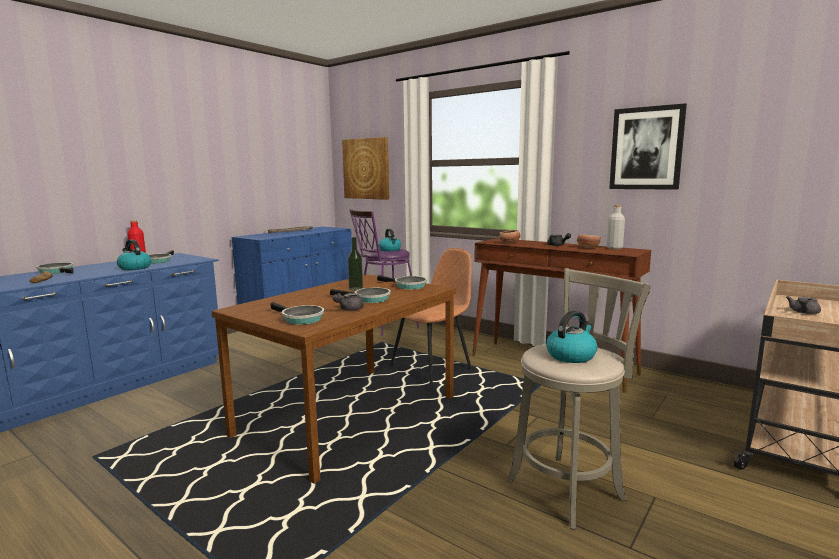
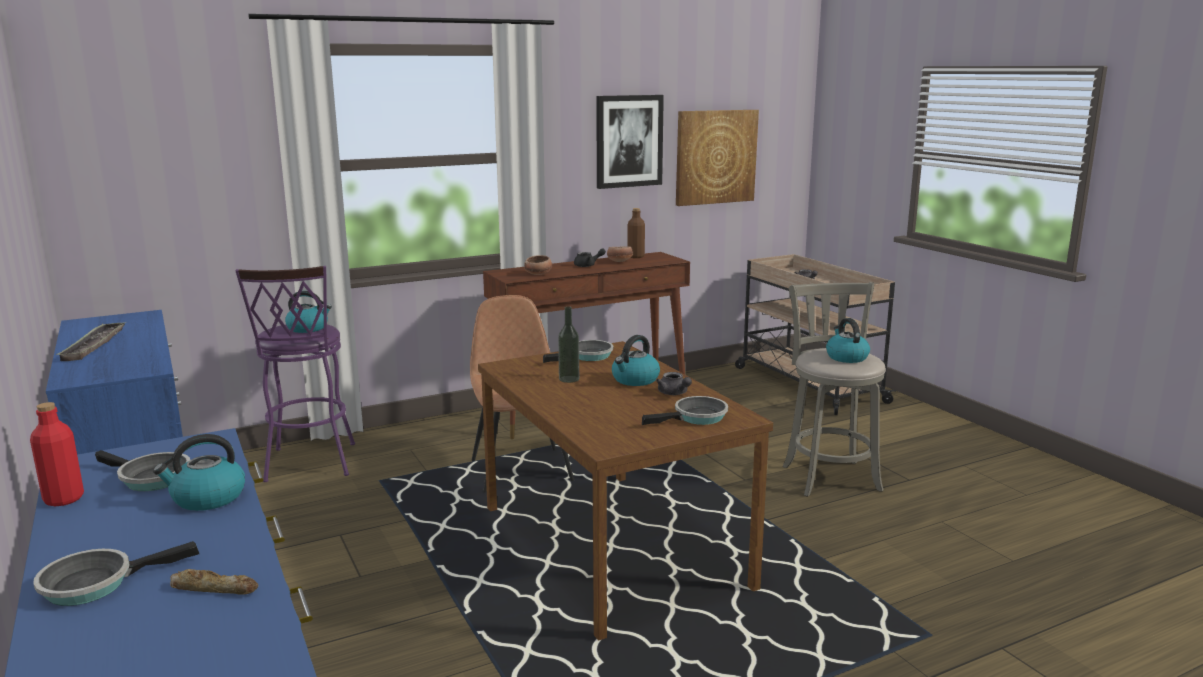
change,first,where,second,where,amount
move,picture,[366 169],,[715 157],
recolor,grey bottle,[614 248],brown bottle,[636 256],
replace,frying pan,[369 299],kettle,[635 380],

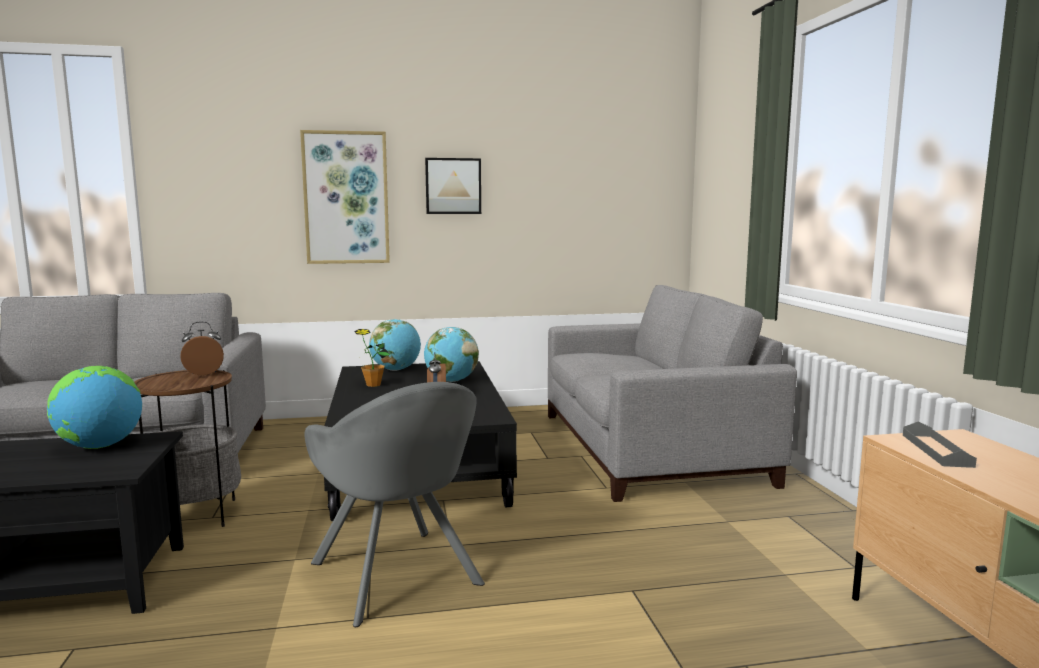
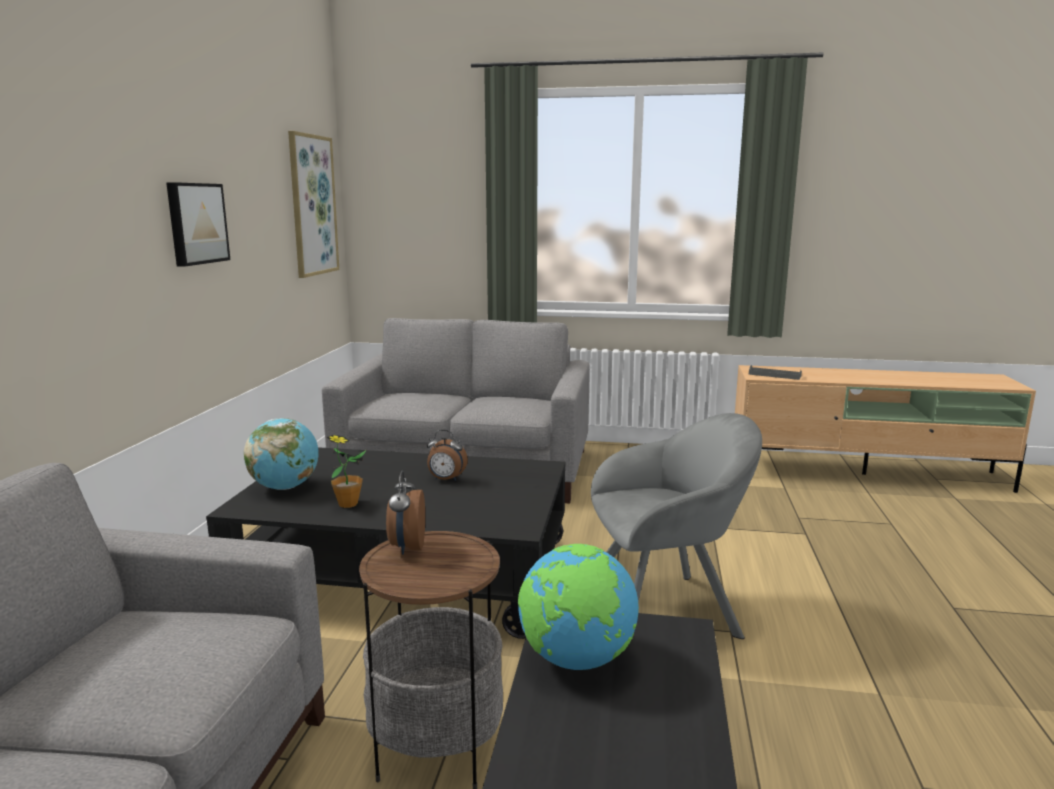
change,first,where,second,where,amount
move,picture,[346 198],,[312 205],
delete,globe,[451 381],,,

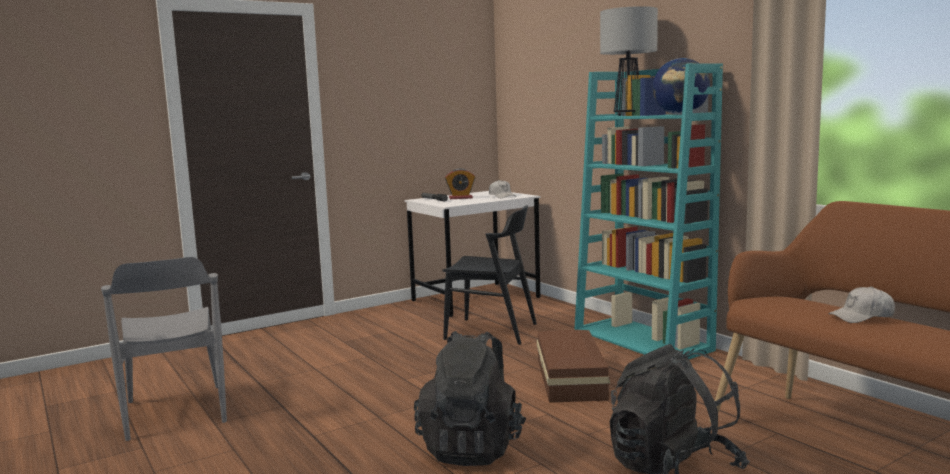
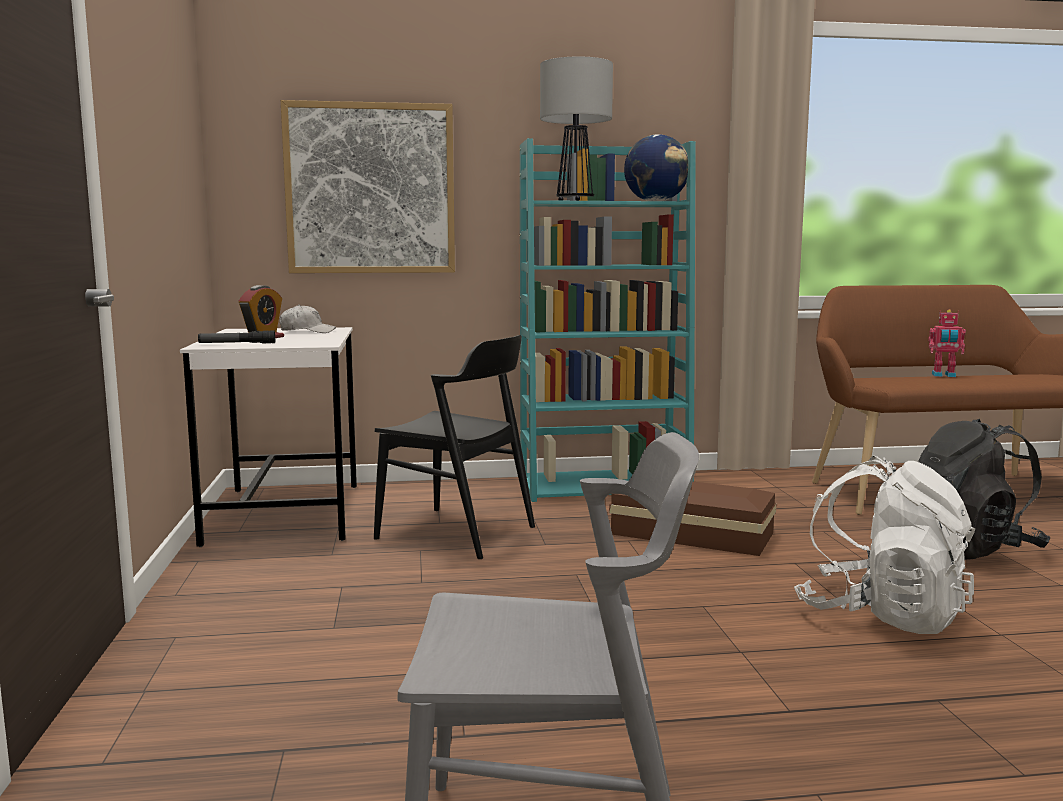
change,first,where,second,where,amount
rotate,black chair,[491 331],,[456 532],75 degrees clockwise
replace,white cap,[862 316],toy robot,[944 375],
recolor,black backpack,[472 448],white backpack,[882 615],
insert,,,picture,[370 189],

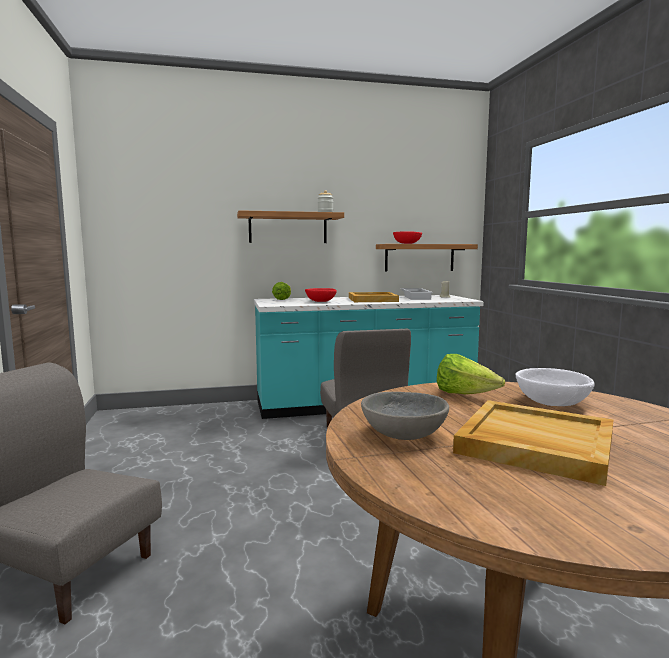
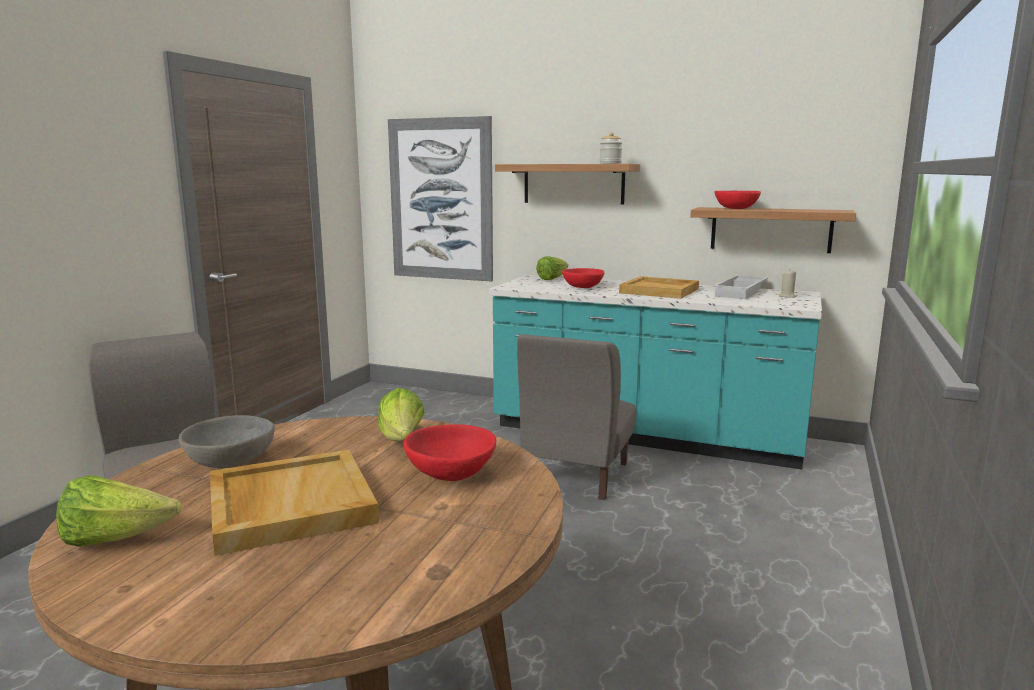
change,first,where,second,where,amount
recolor,white bowl,[552 403],red bowl,[451 474],
insert,,,picture,[441 200],
insert,,,lettuce,[116 539],

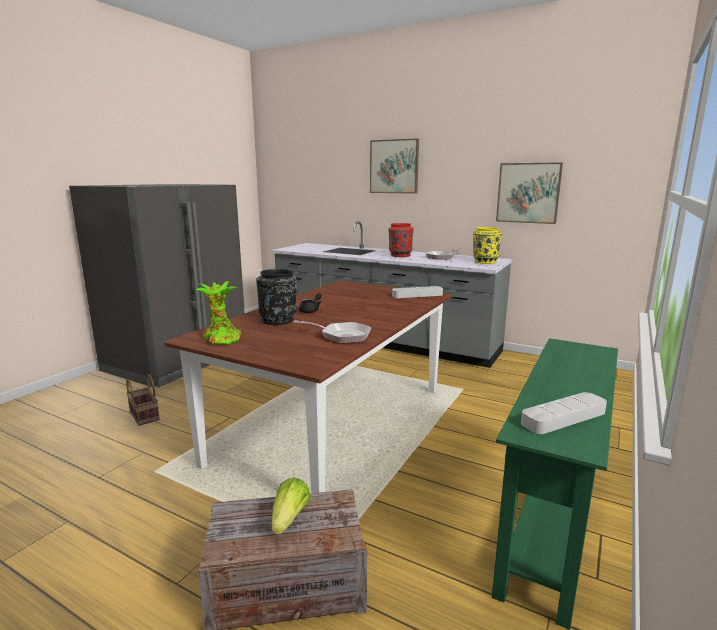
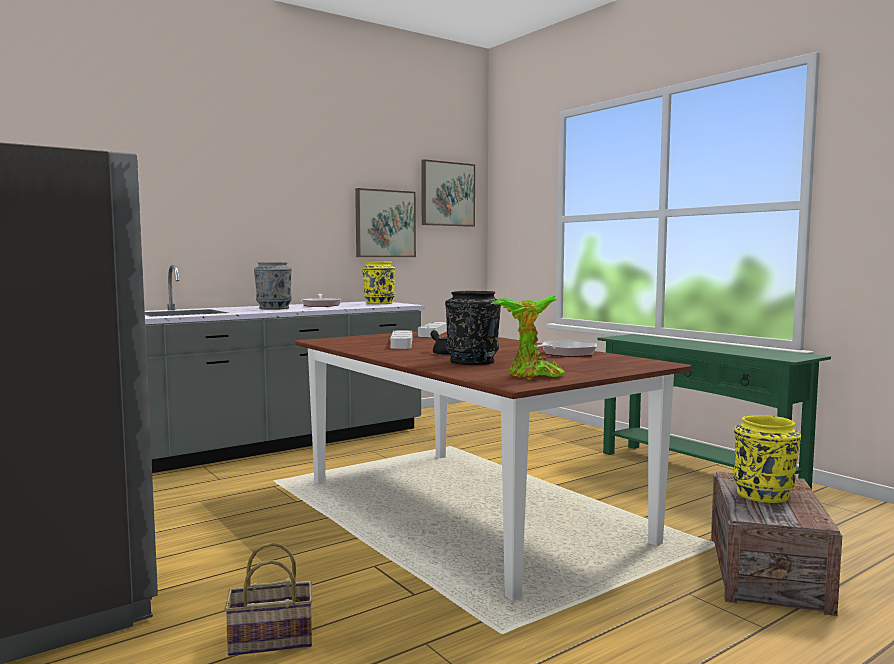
change,first,where,second,where,amount
move,picture,[394 166],,[447 194],
recolor,red vase,[400 255],grey vase,[274 308],
move,grey tray,[563 417],,[401 343],
replace,lettuce,[290 519],yellow vase,[763 494],

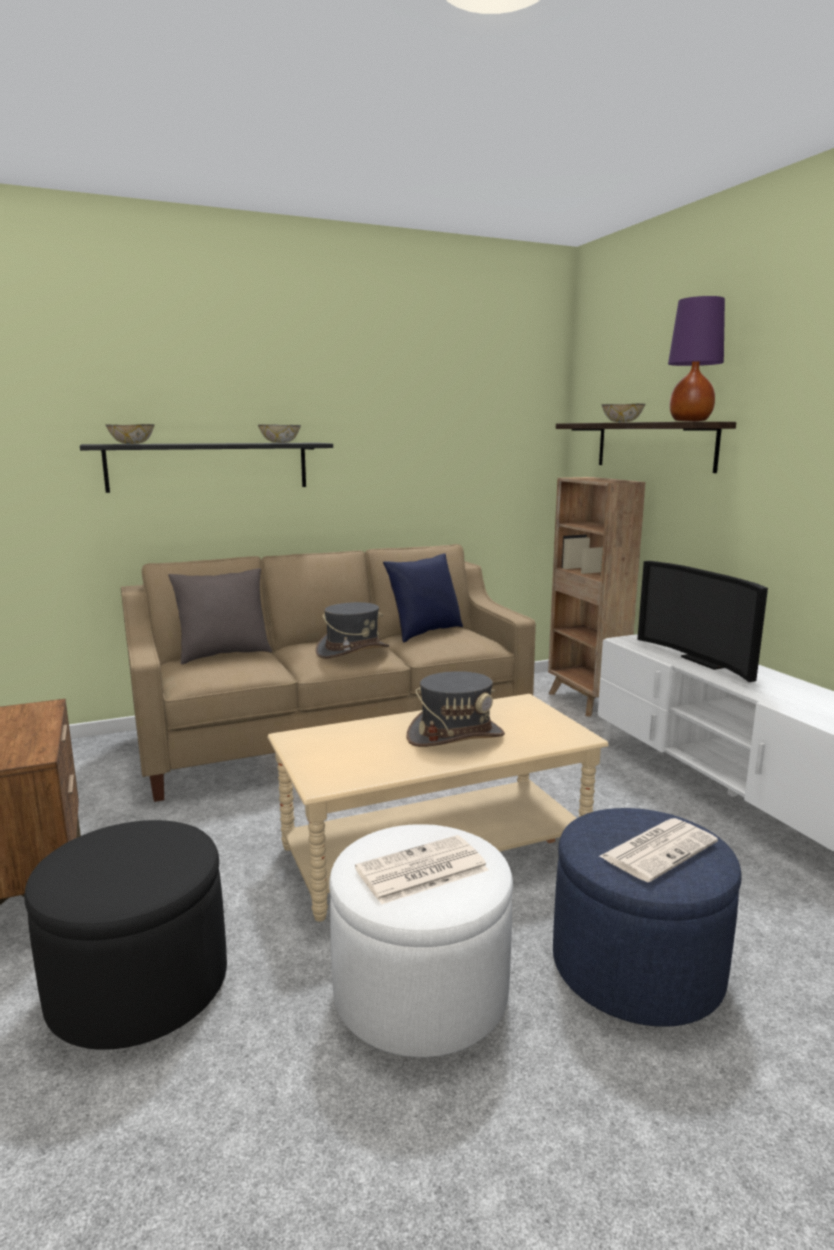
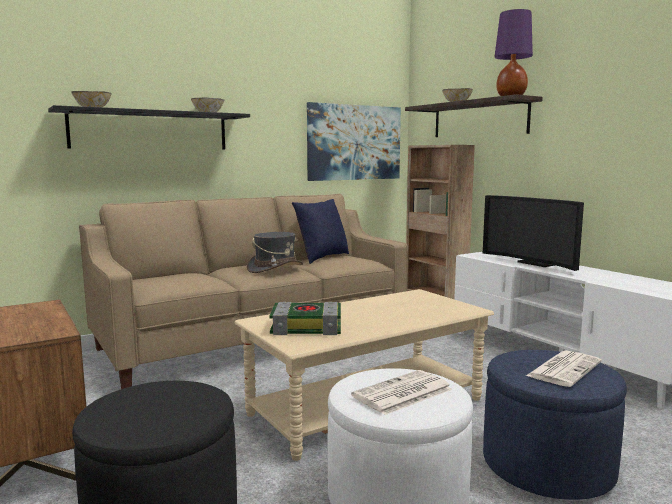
change,first,where,second,where,amount
delete,grey pillow,[224 655],,,
delete,grey hat,[455 736],,,
insert,,,picture,[354 142],
insert,,,book,[308 327],

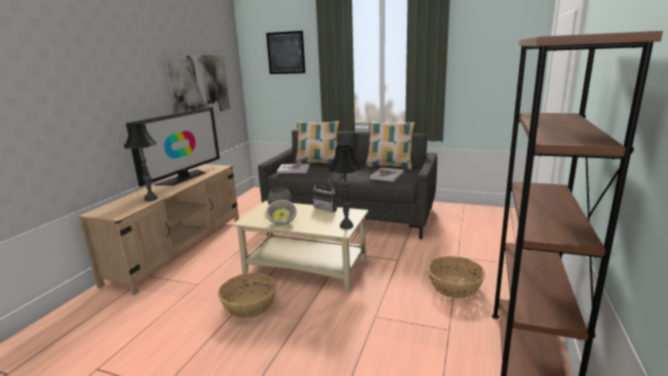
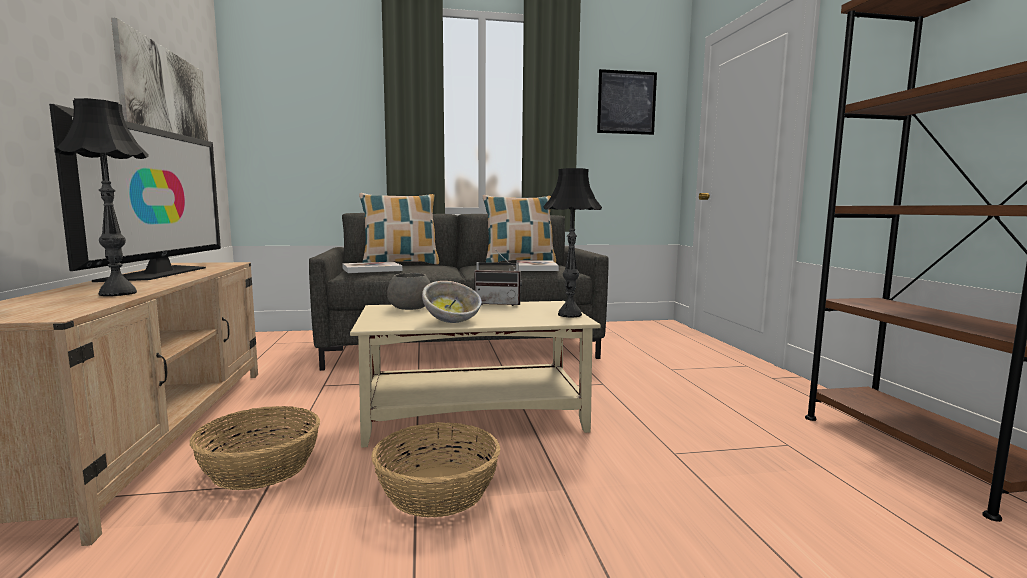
change,first,where,second,where,amount
move,picture,[286 53],,[626 102],
move,basket,[454 286],,[261 467],

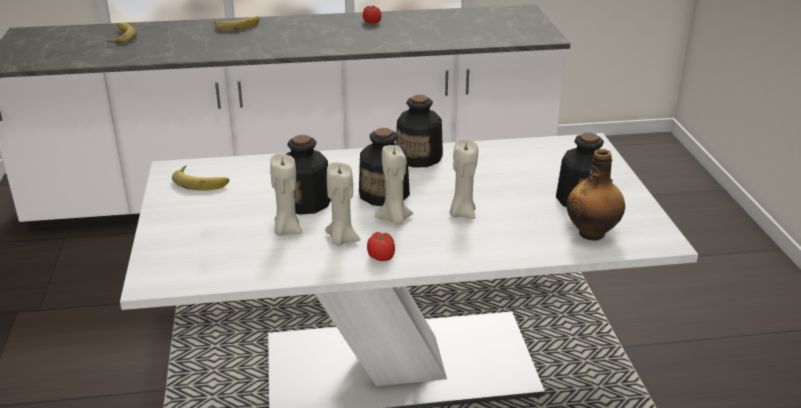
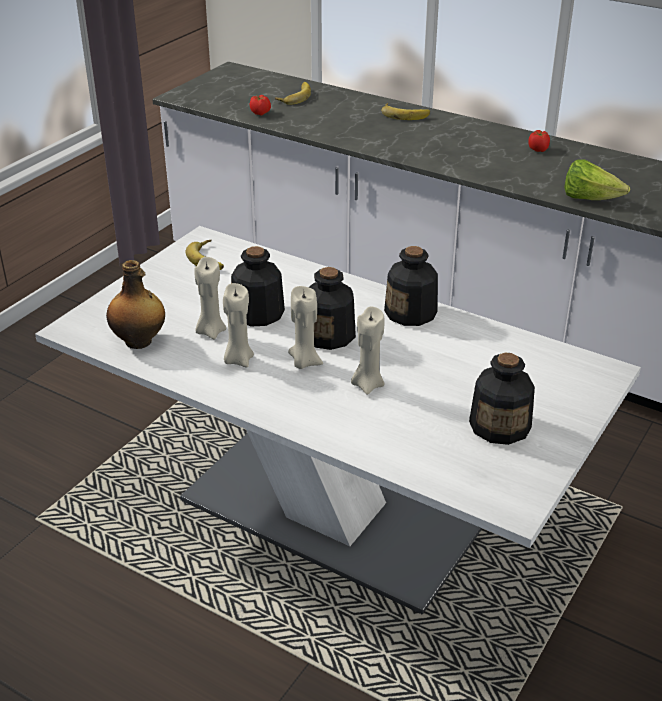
change,first,where,second,where,amount
move,bottle,[592 233],,[139 341],
move,tomato,[381 257],,[260 113],
insert,,,lettuce,[589 199],

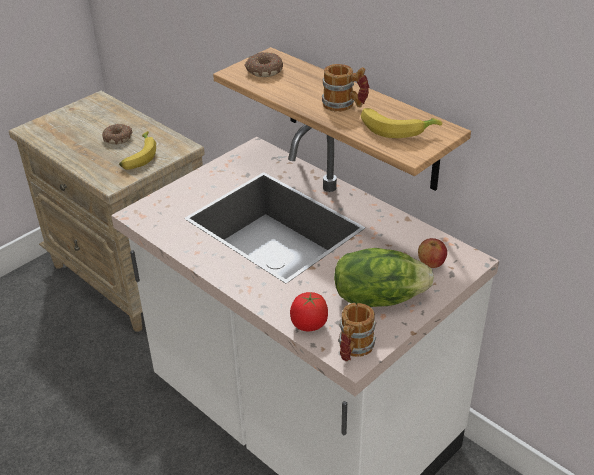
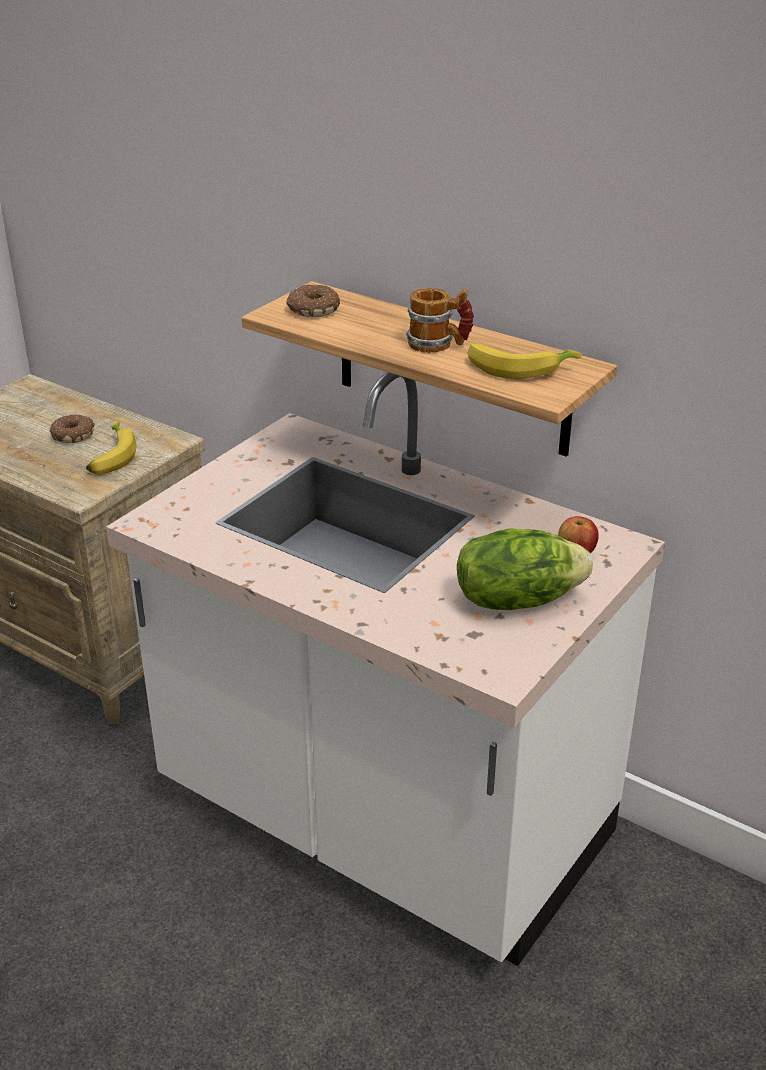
change,first,where,second,where,amount
delete,tomato,[309 325],,,
delete,mug,[353 349],,,

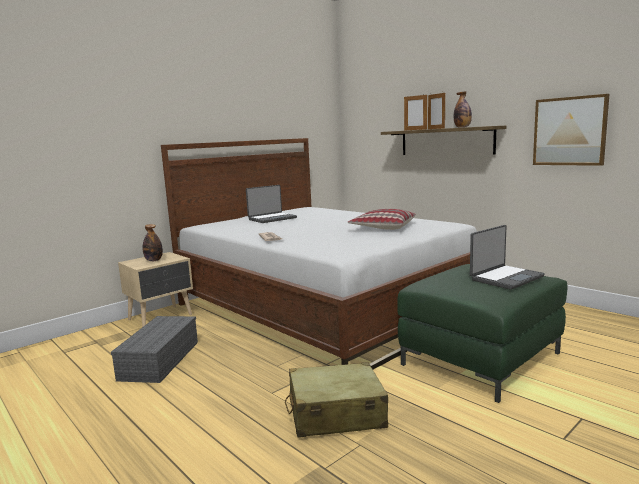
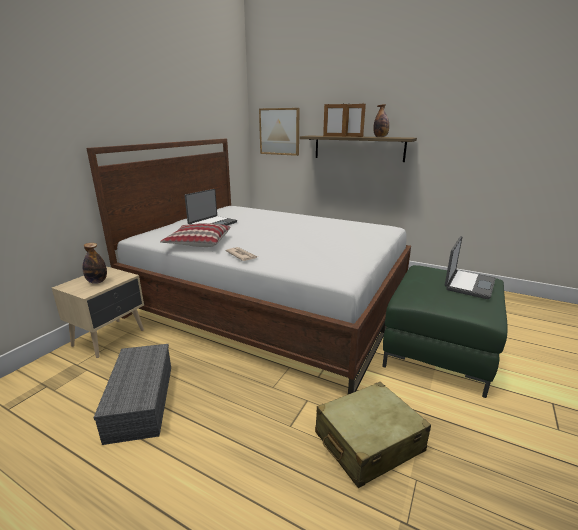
change,first,where,second,where,amount
move,picture,[569 131],,[279 131],
move,pillow,[382 227],,[198 243],

